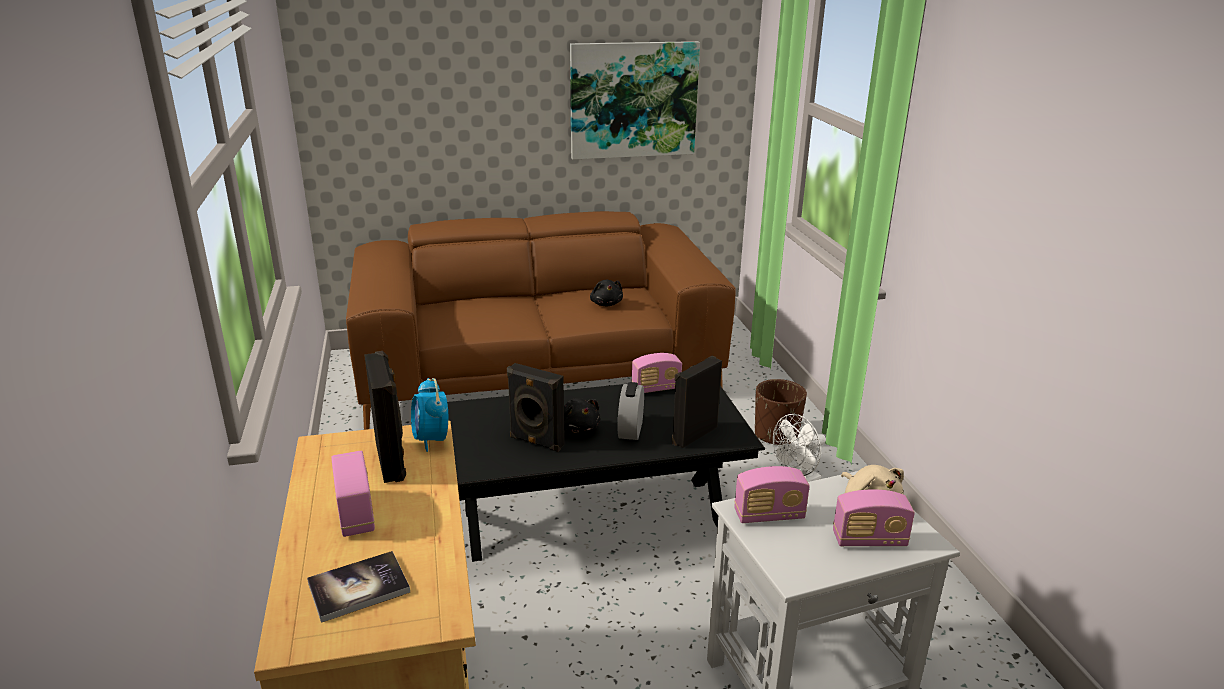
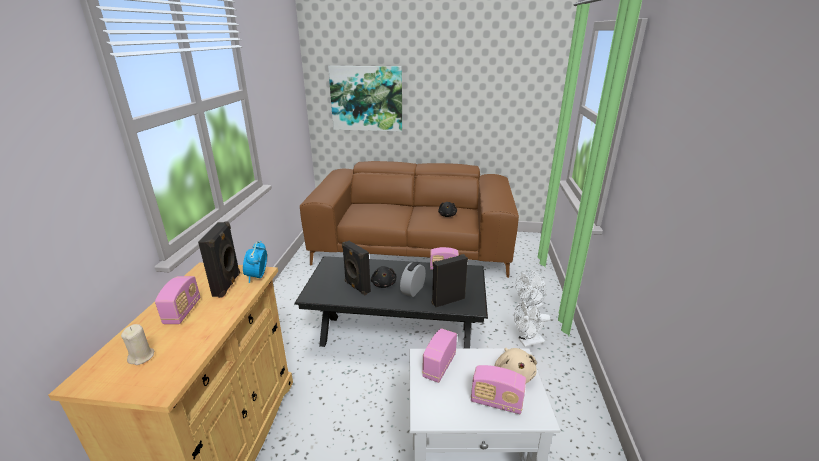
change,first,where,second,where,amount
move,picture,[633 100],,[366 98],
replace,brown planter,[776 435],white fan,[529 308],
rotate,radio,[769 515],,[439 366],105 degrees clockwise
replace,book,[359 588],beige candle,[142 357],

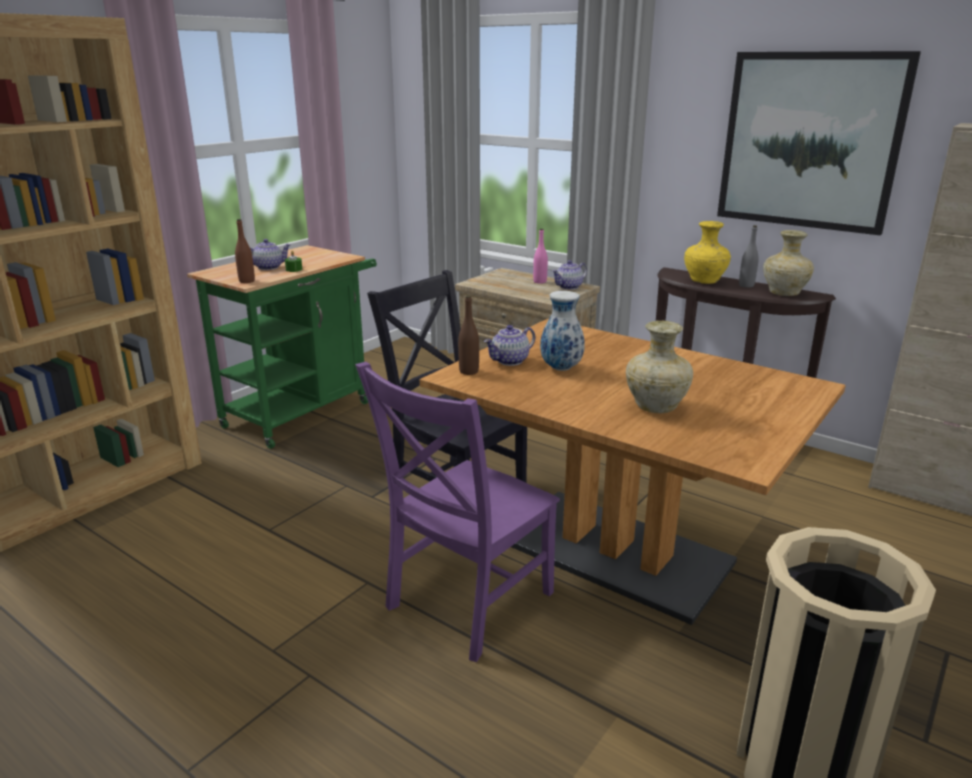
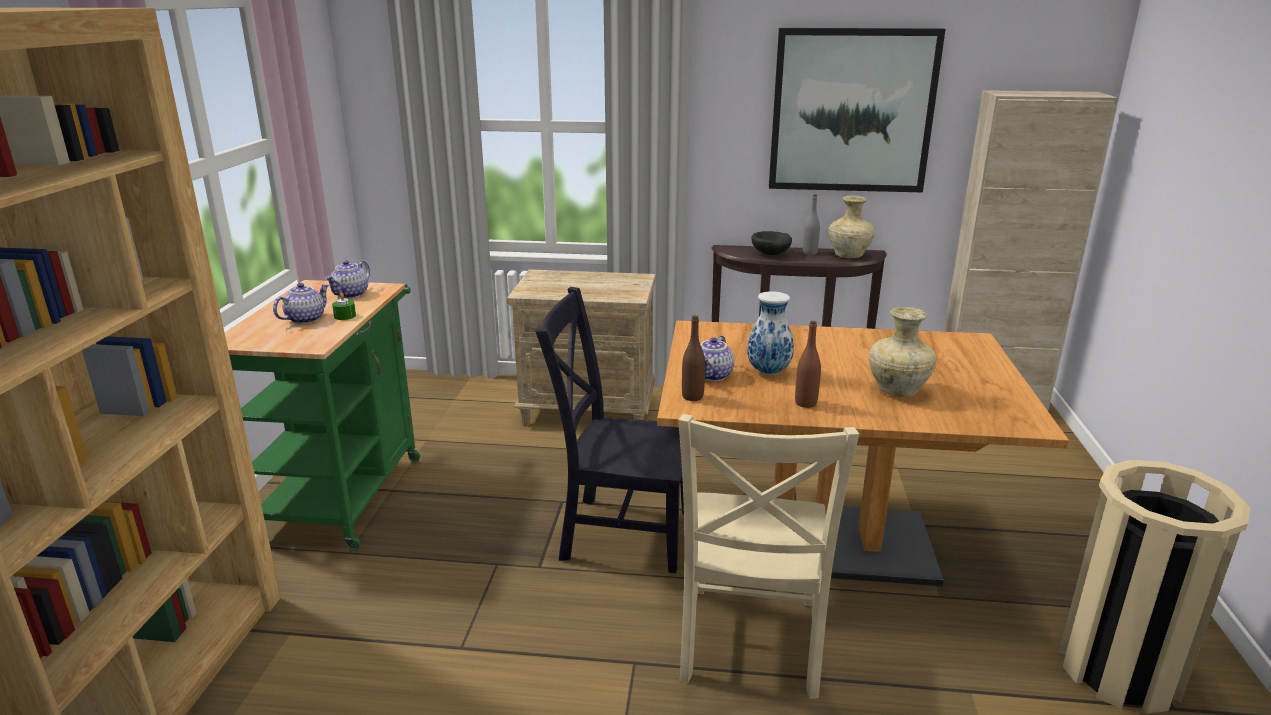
change,first,where,second,where,amount
move,brown bottle,[247 281],,[805 403],
replace,yellow vase,[704 281],black bowl,[771 254],
delete,pink bottle,[540 282],,,
move,teapot,[569 287],,[351 294],
recolor,purple chair,[465 603],beige chair,[749 644],

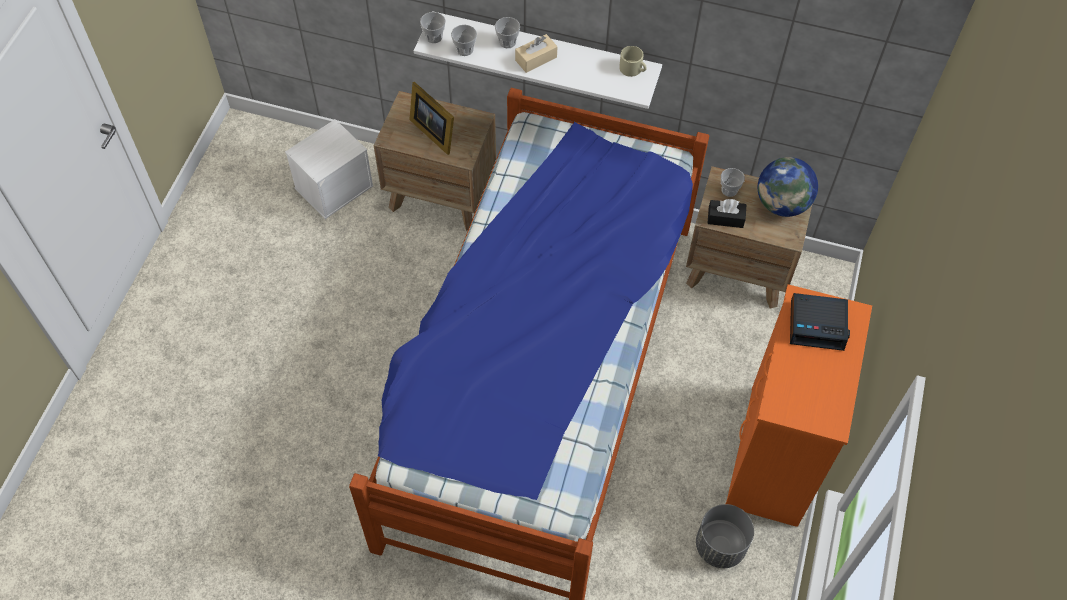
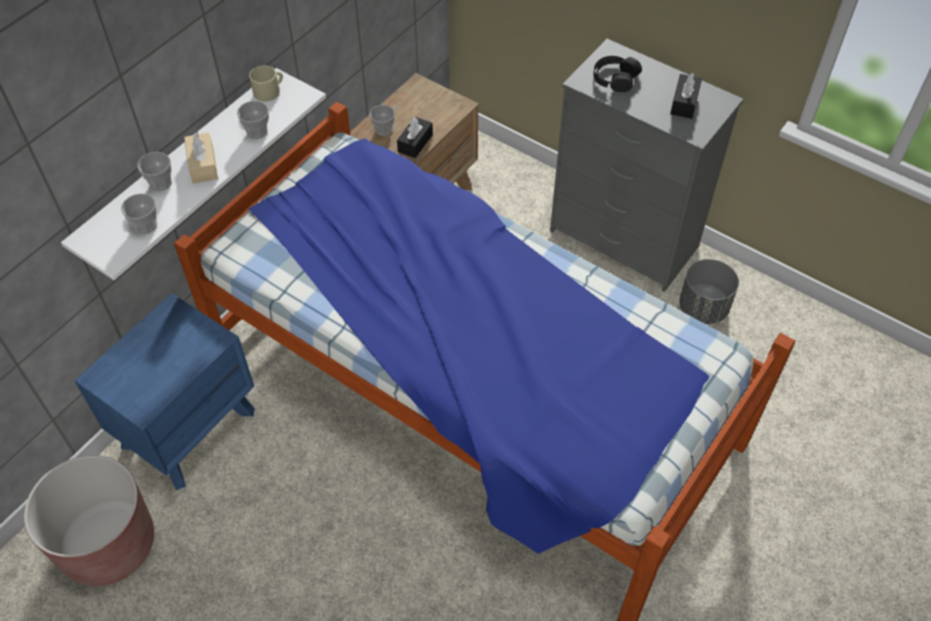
change,first,where,second,where,amount
move,cup,[434 37],,[257 131],
delete,picture frame,[434 131],,,
recolor,brown nightstand,[441 194],blue nightstand,[189 427],
replace,white storage box,[334 186],brown planter,[109 545],
delete,globe,[782 204],,,
recolor,orange dresser,[772 456],grey dresser,[624 240],
replace,alarm clock,[817 325],black headphones,[615 78],
insert,,,black tissue box,[684 103],

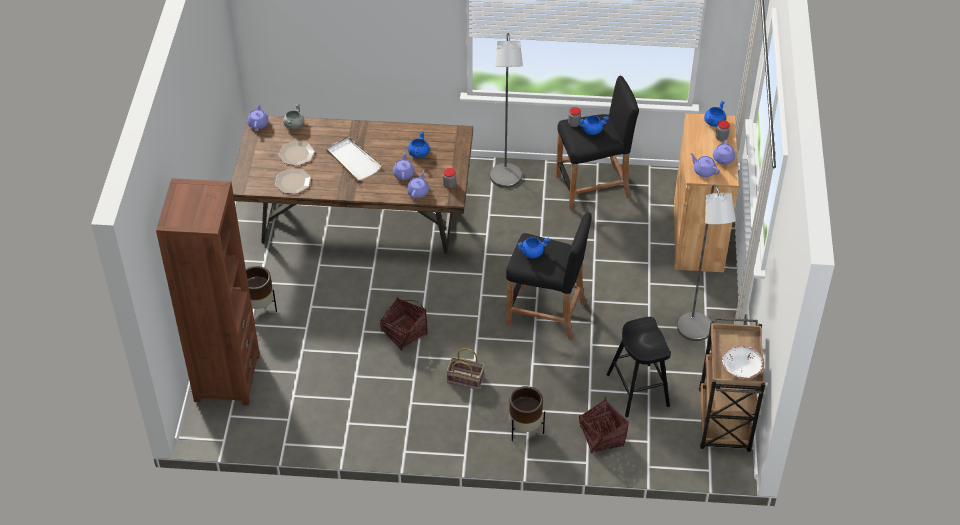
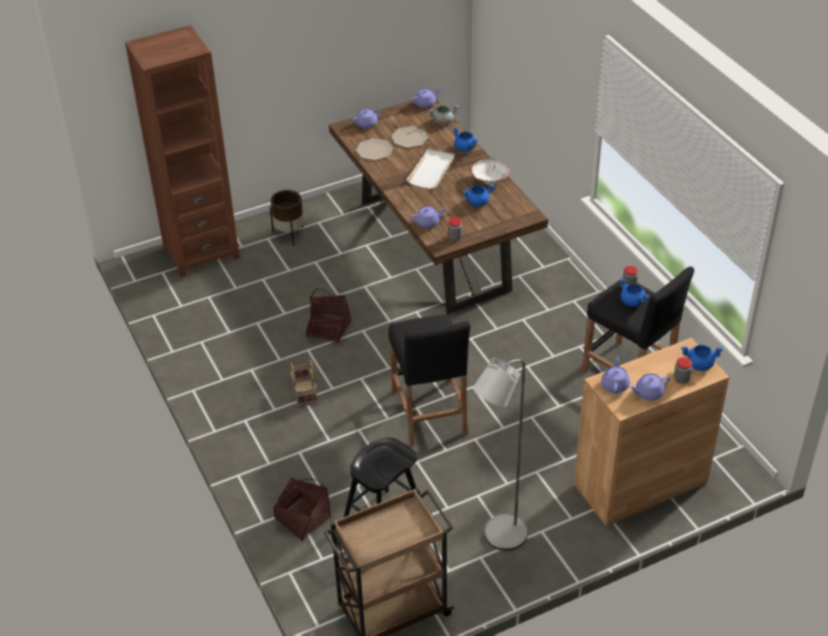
change,first,where,second,where,amount
delete,grey floor lamp,[506 180],,,
move,purple teapot,[403 174],,[367 124],
move,blue cooking pot,[532 252],,[465 148],
move,white bowl,[741 369],,[490 180],
delete,brown planter,[524 429],,,

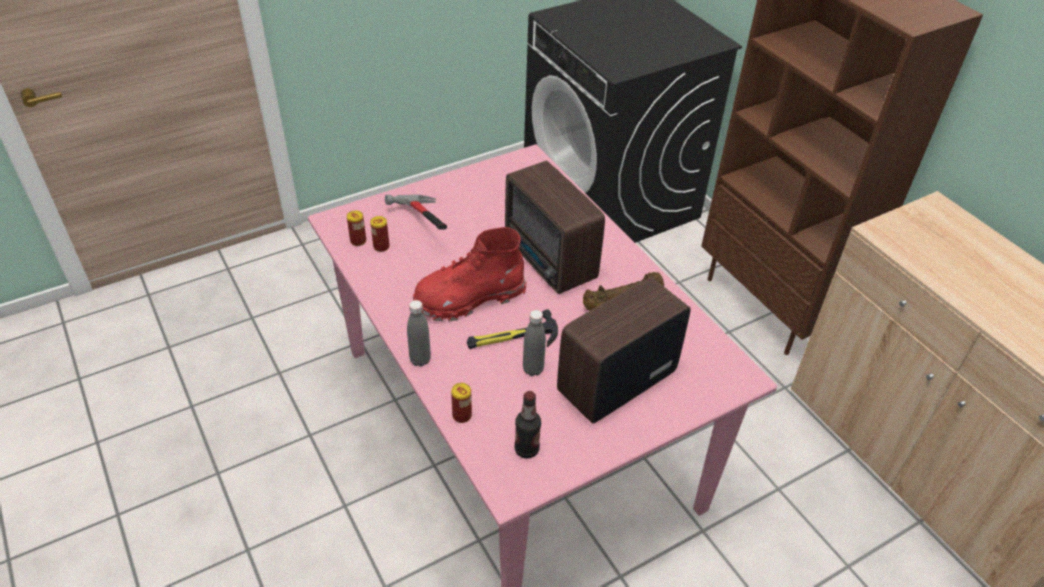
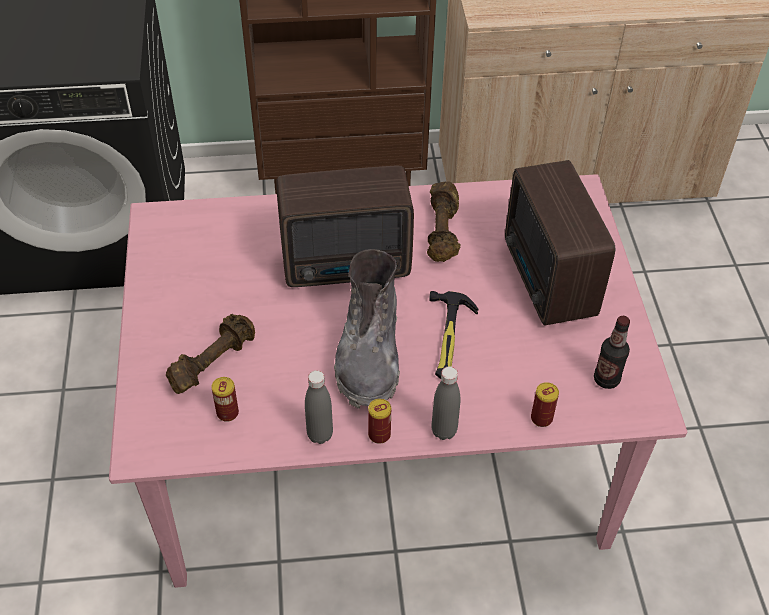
change,first,where,second,where,amount
replace,hammer,[419 226],brown dumbbell,[212 362],
move,can,[358 241],,[379 434],
recolor,red boot,[469 299],grey boot,[369 356],
move,grey bottle,[533 369],,[320 434],

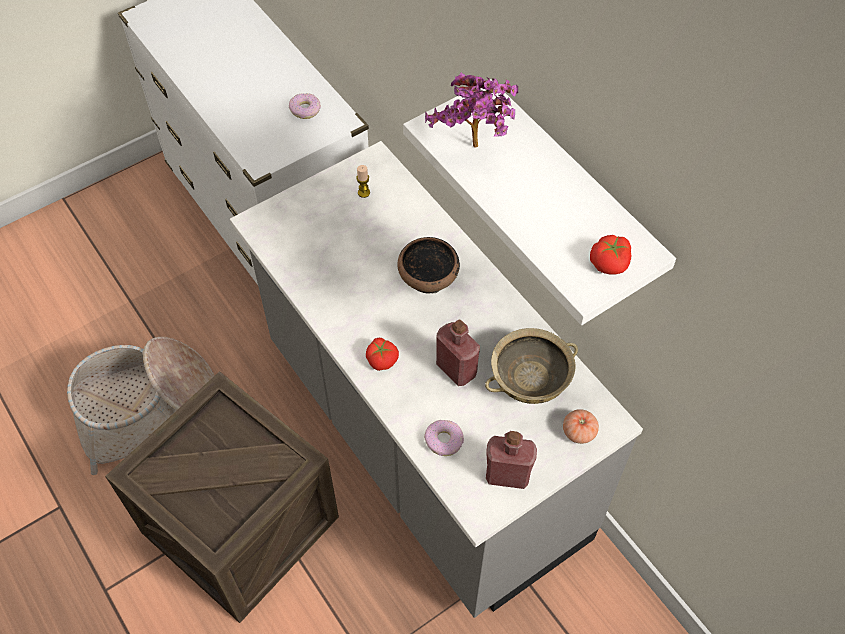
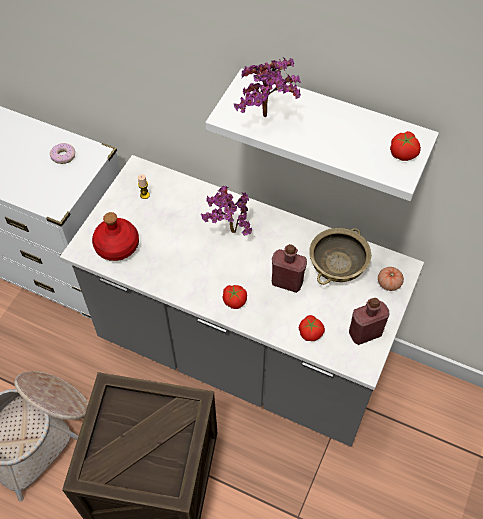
change,first,where,second,where,amount
replace,bowl,[429 278],potted plant,[228 232],
replace,donut,[444 440],tomato,[311 332],
insert,,,red bottle,[116 246],

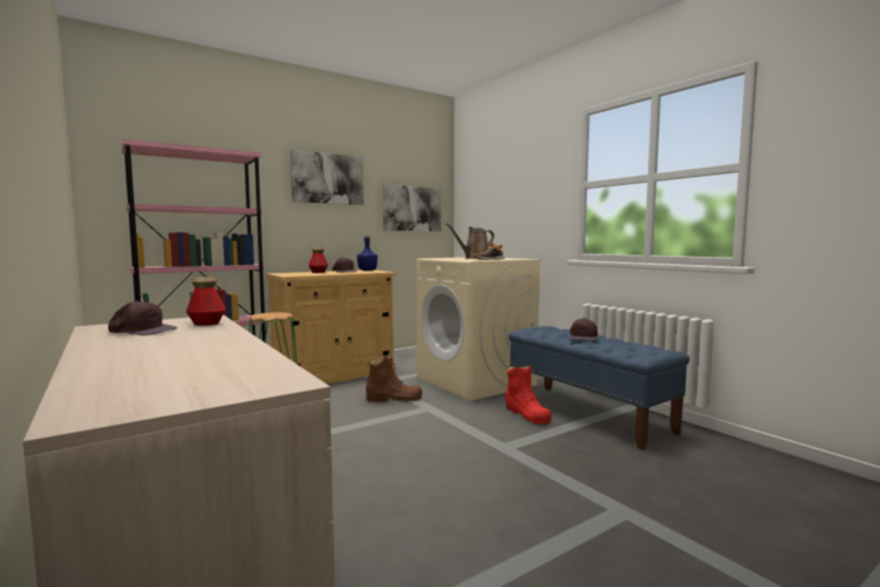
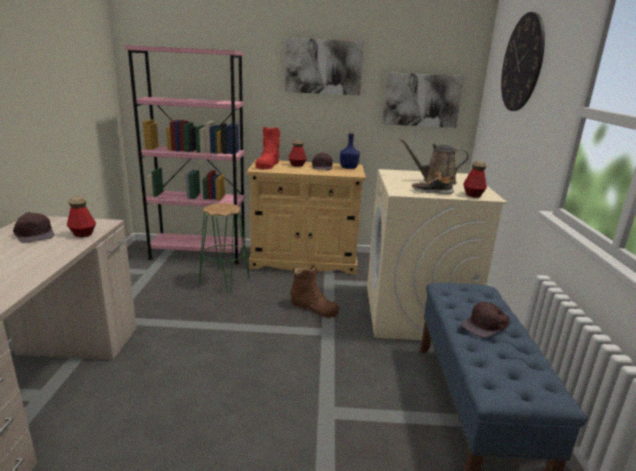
change,first,where,second,where,amount
move,red boot,[527 414],,[268 165],
insert,,,wall clock,[522 63],
insert,,,bottle,[473 195],

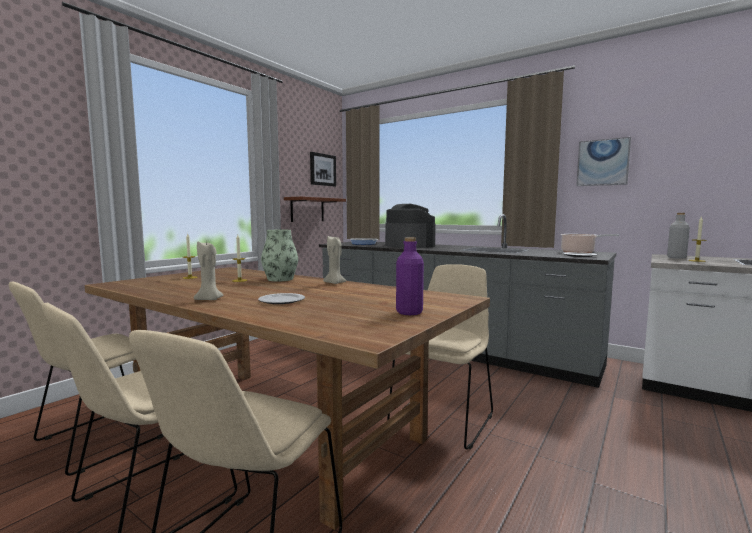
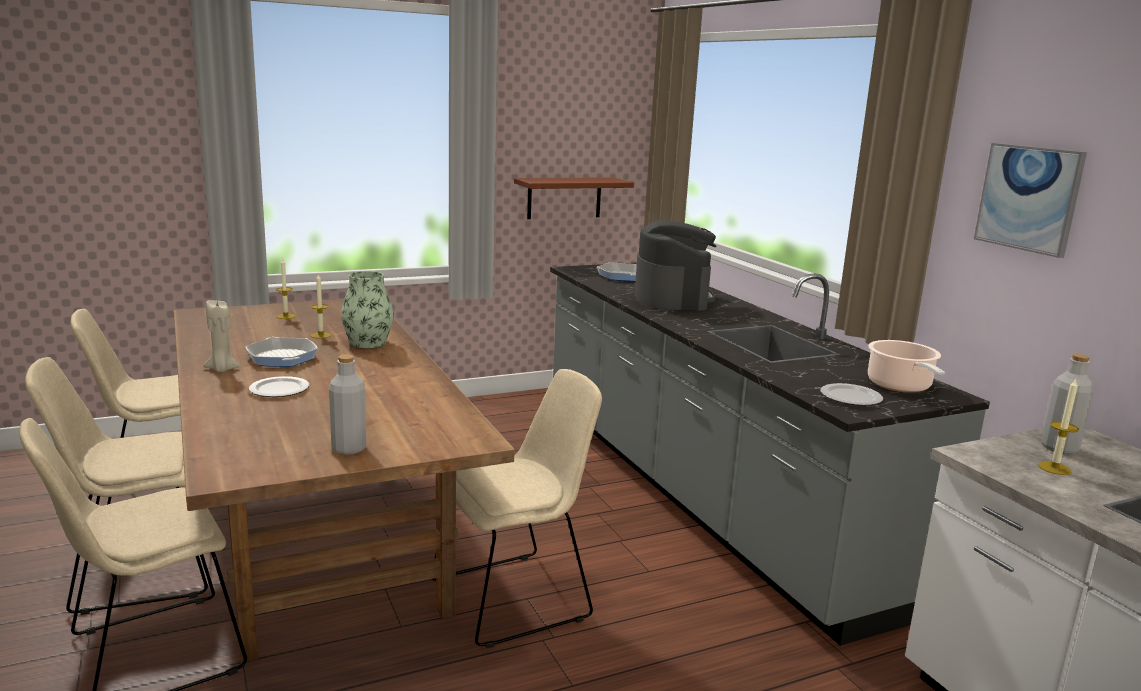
change,first,where,second,where,amount
delete,picture,[322 169],,,
delete,beige candle,[334 283],,,
recolor,purple bottle,[409 312],grey bottle,[349 448],
insert,,,frying pan,[282 358],

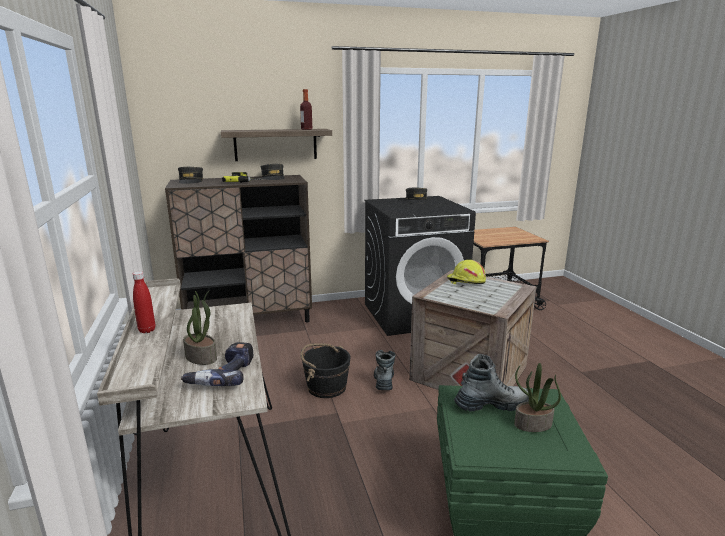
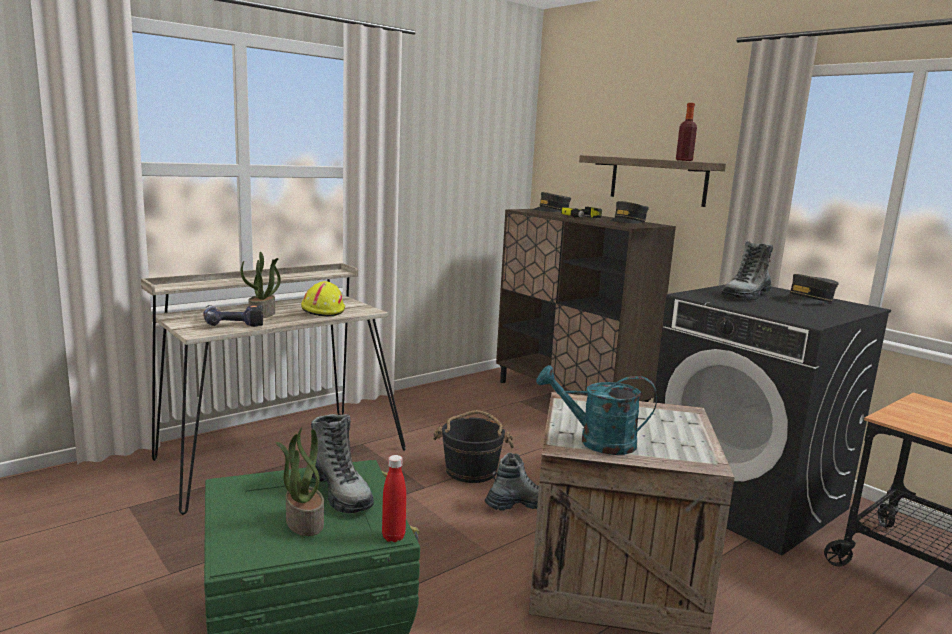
change,first,where,second,where,amount
move,yellow hard hat,[465 281],,[323 311],
move,red bottle,[147 330],,[393 537],
insert,,,boot,[746 295],
insert,,,turquoise watering can,[596 442],

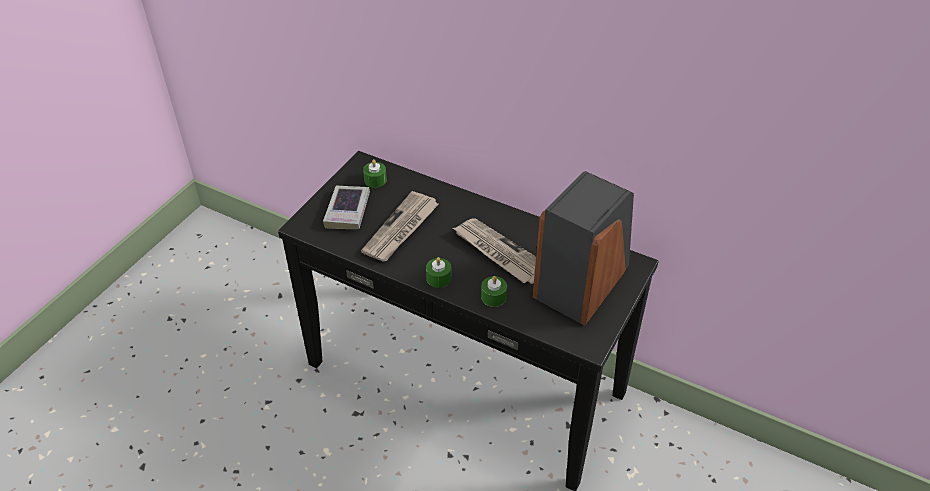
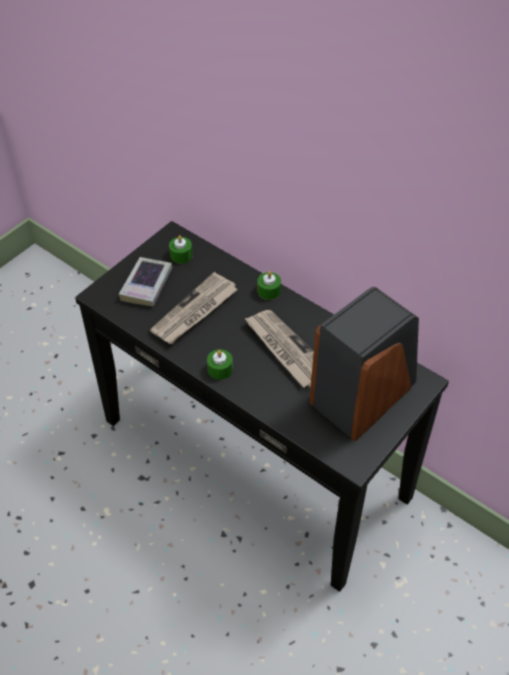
change,first,where,second,where,amount
move,green candle,[493 297],,[269 291],

